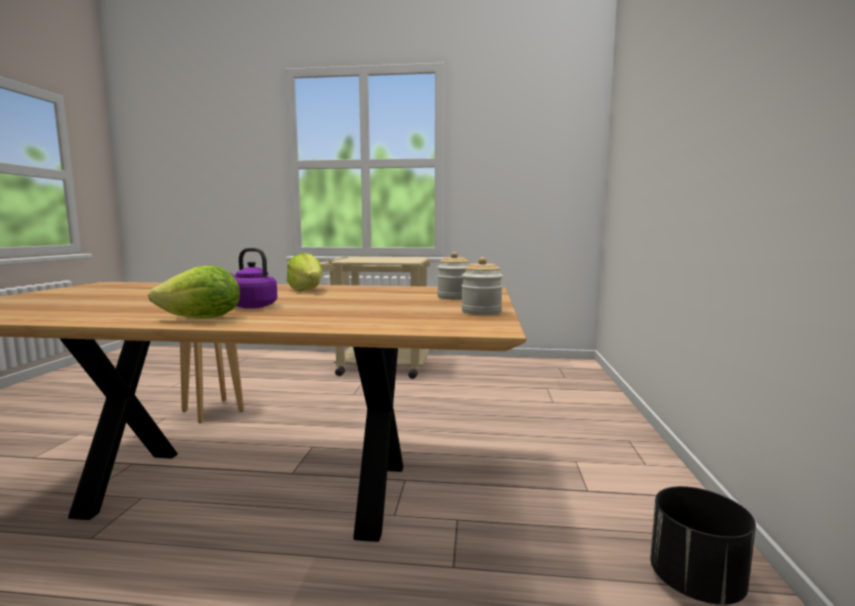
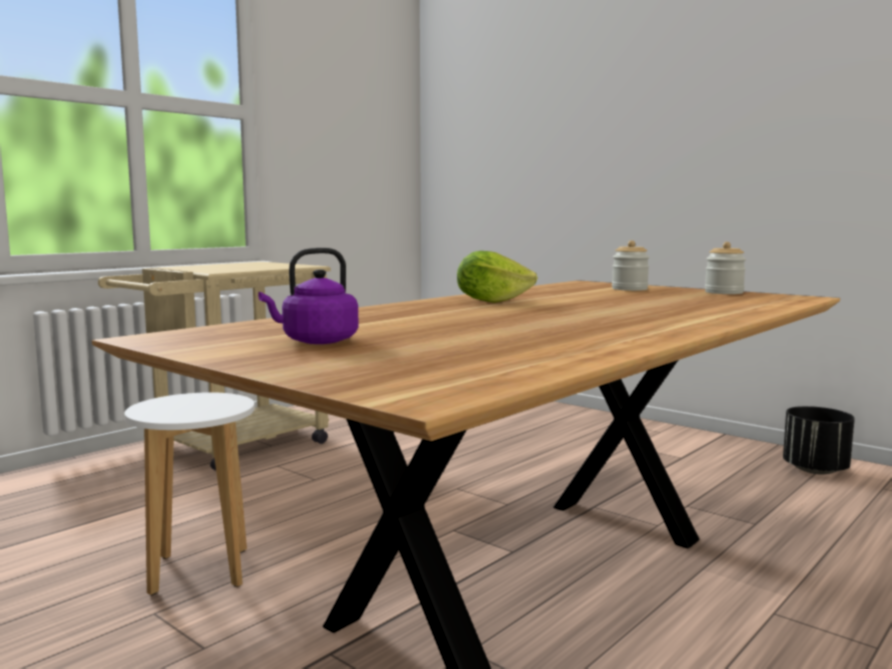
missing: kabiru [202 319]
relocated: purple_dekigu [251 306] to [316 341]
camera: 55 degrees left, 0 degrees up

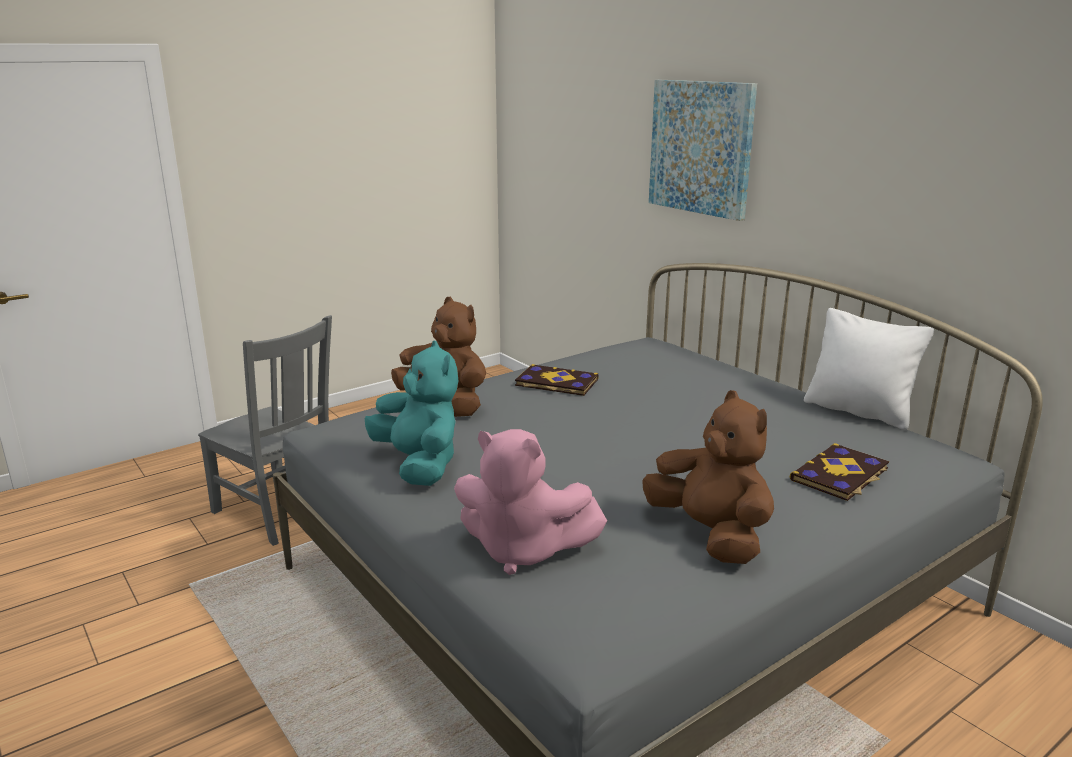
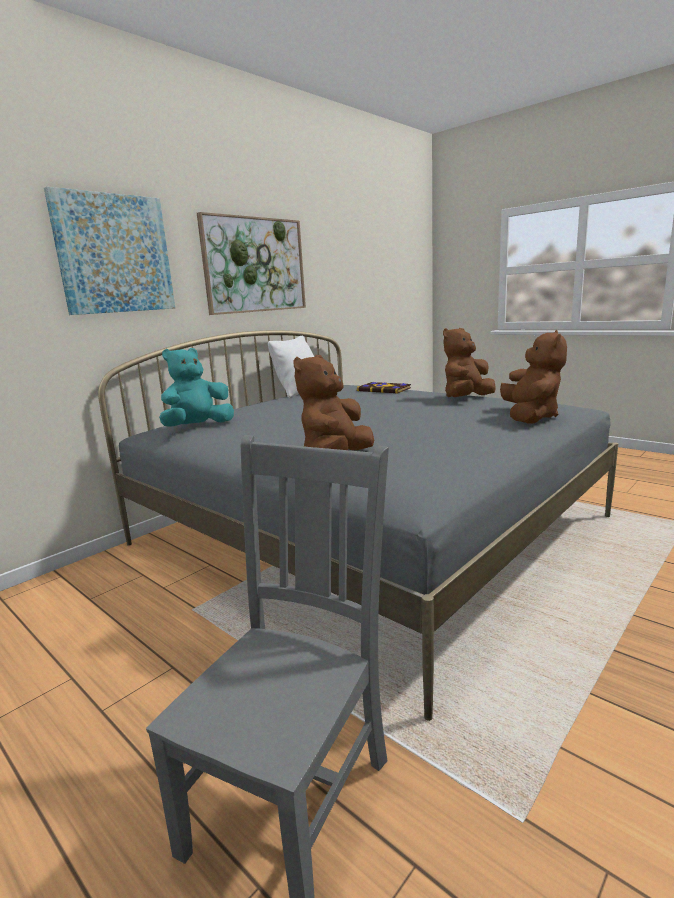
missing: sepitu [556 383]
appeared: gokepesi [255 265]
relocated: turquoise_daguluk [419 465] to [198 427]
colour: pink_daguluk [523 550] to brown_daguluk [530 417]
camera: 100 degrees left, 5 degrees down

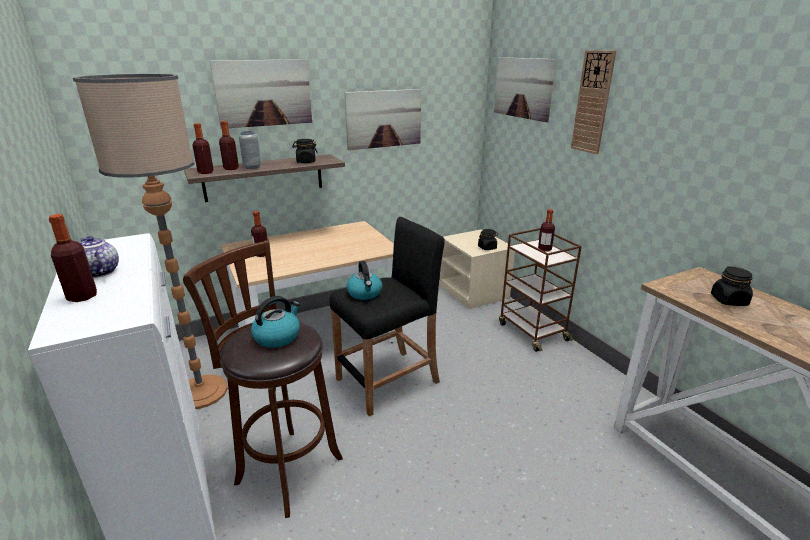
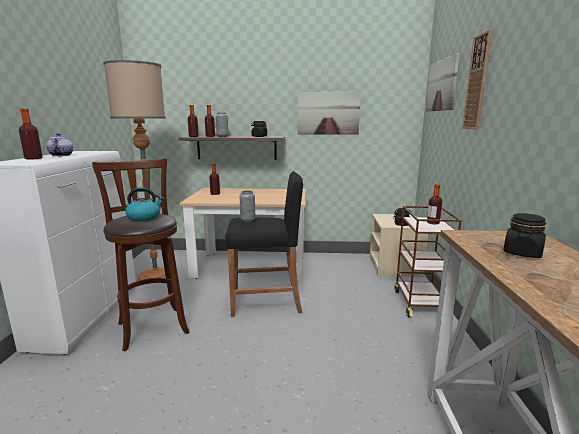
missing: gokepesi [264 93]
exchanged: dekigu [365 293] to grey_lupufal [248 220]
camera: 30 degrees right, 10 degrees down

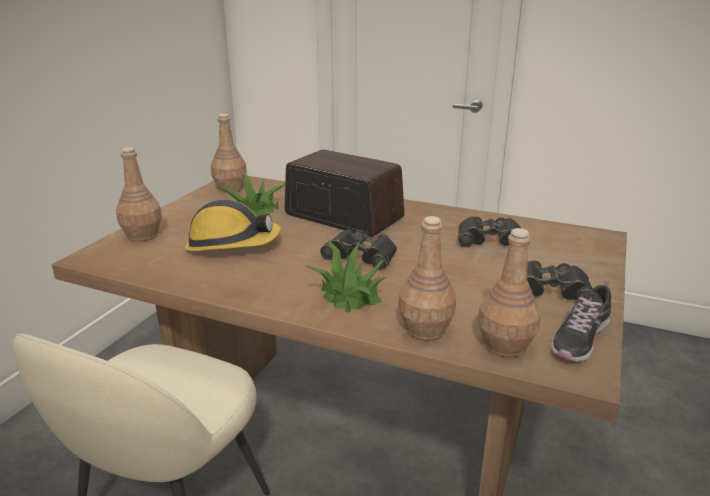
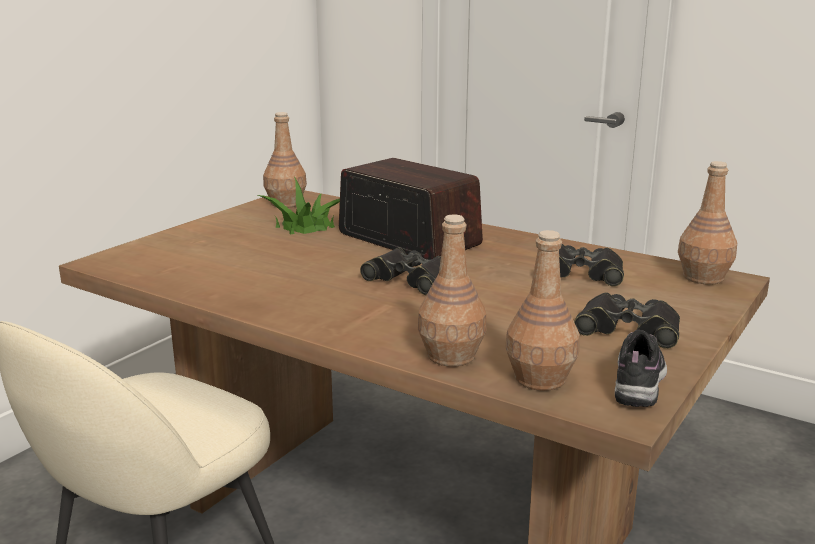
missing: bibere [232 244]; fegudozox [350 295]
relocated: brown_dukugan [143 235] to [704 278]
spun: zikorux [580 339] = [638 380] 150 degrees clockwise
camera: 10 degrees right, 5 degrees down

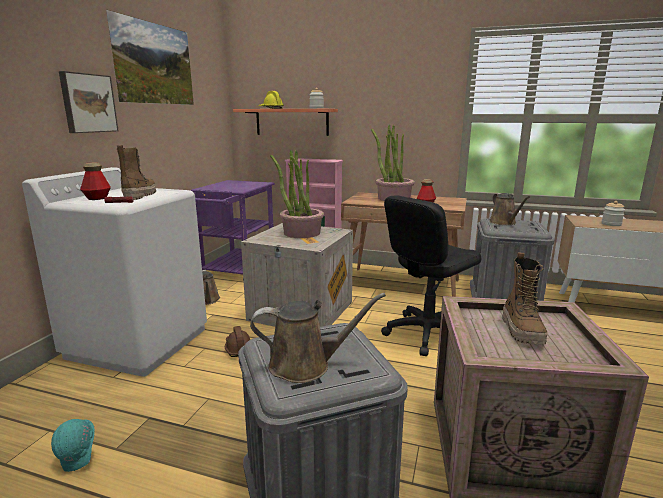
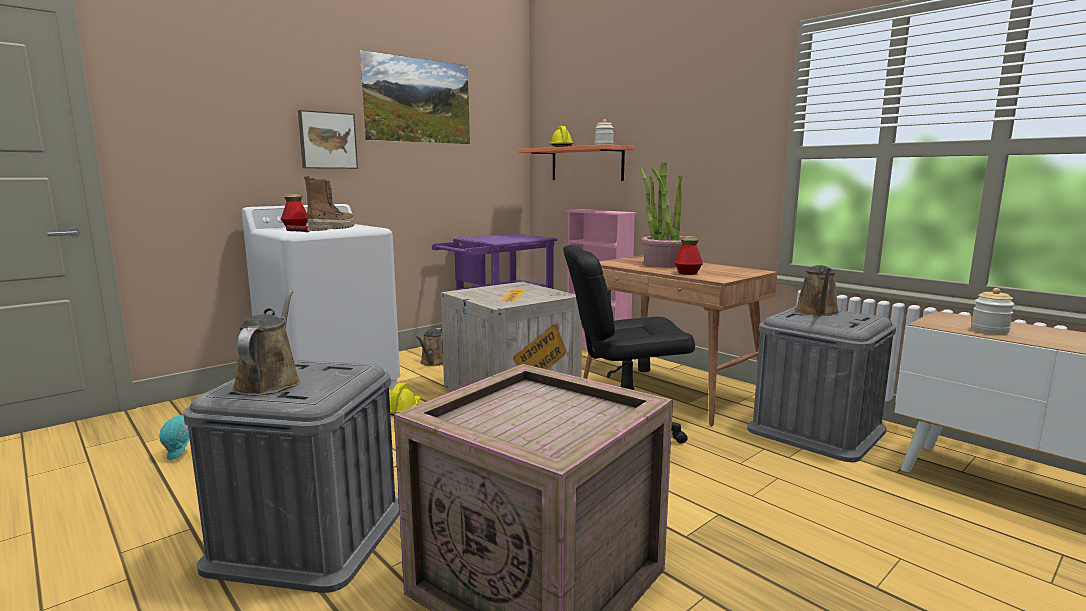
missing: fegudozox [301 233]; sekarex [522 331]
colour: brown_bibere [238 348] to yellow_bibere [403 409]
spun: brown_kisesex [306 365] = [270 382] 120 degrees counterclockwise
camera: 30 degrees right, 5 degrees down

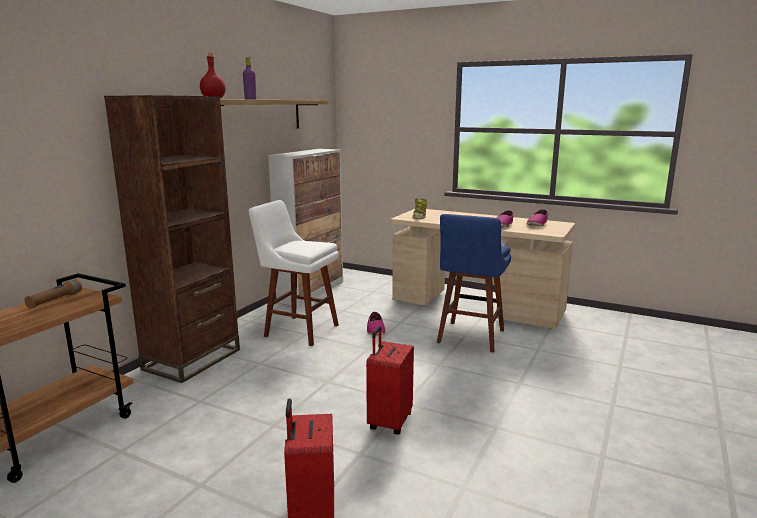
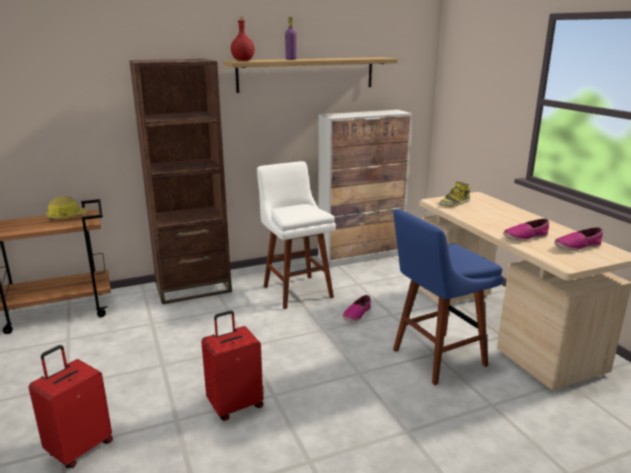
exchanged: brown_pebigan [55 300] to bibere [67 217]
camera: 40 degrees right, 5 degrees up

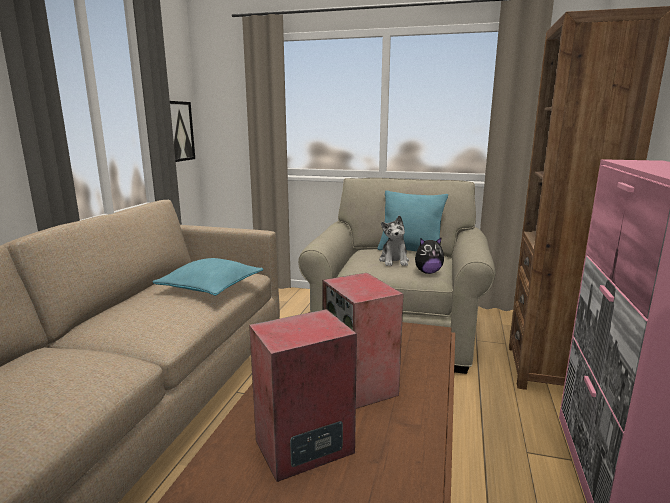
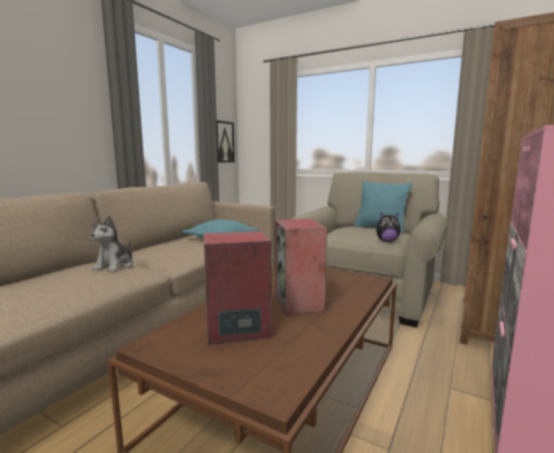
relocated: daguluk [394 261] to [115 266]
camera: 15 degrees right, 5 degrees down

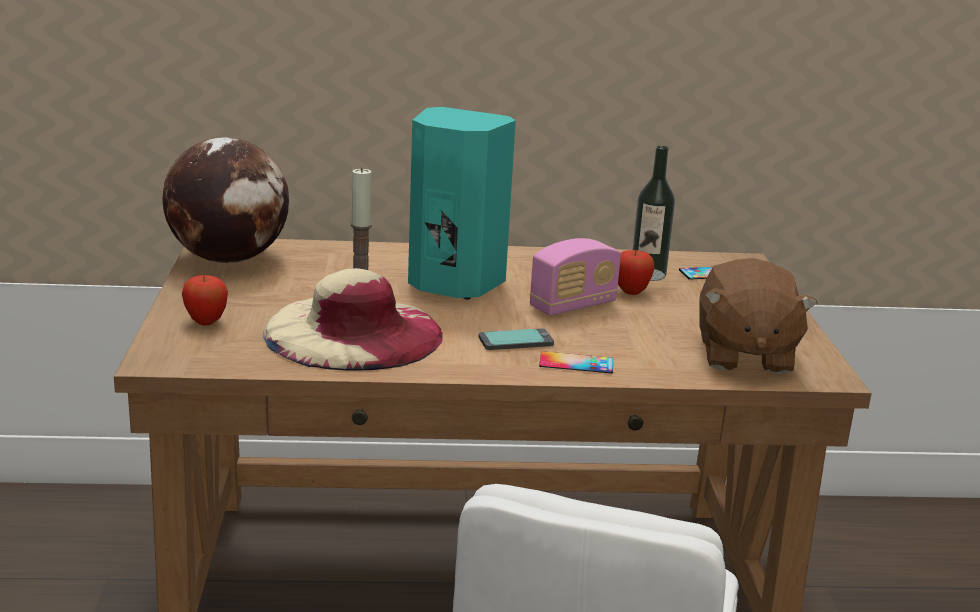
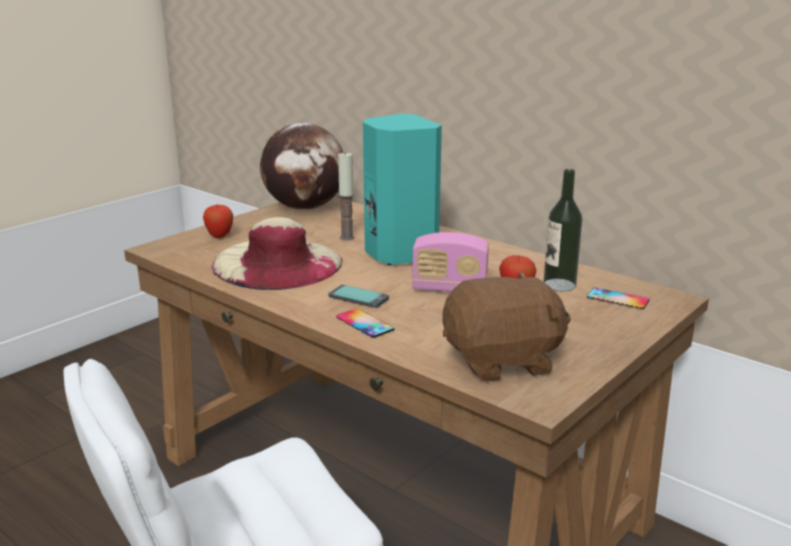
spun: brown_daguluk [743 355] = [502 361] 150 degrees counterclockwise
camera: 45 degrees right, 0 degrees up

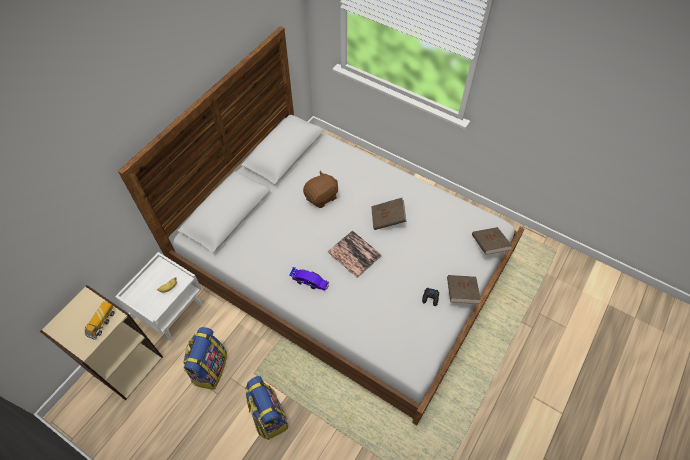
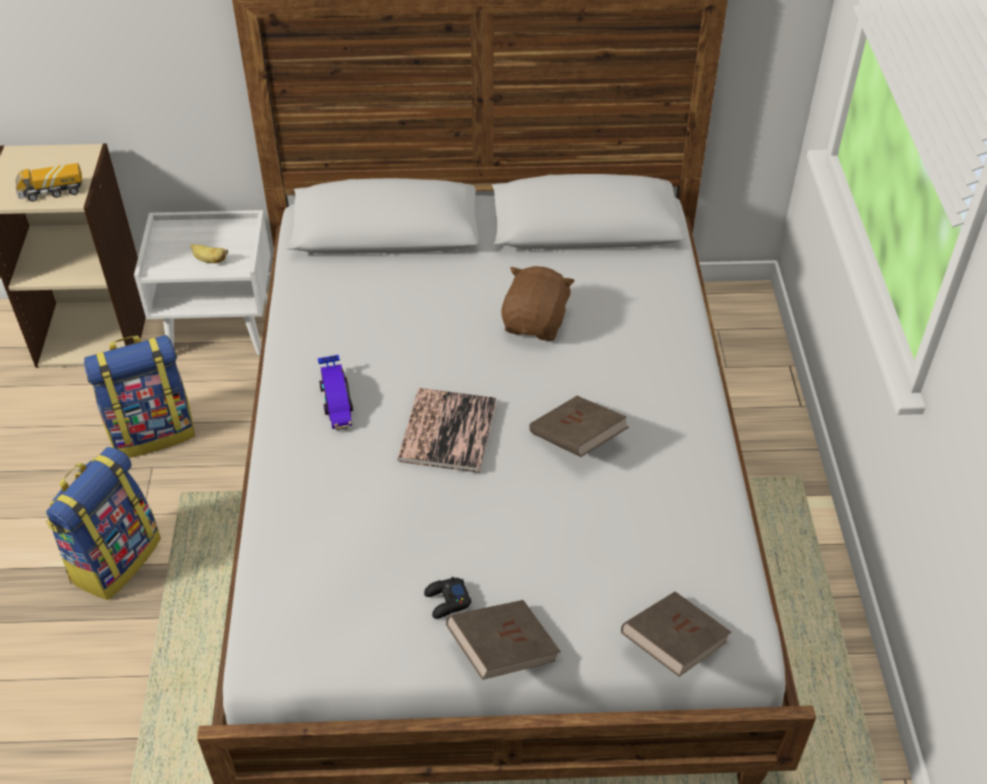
spun: brown_daguluk [322 197] = [536 323] 90 degrees counterclockwise
camera: 55 degrees right, 10 degrees down

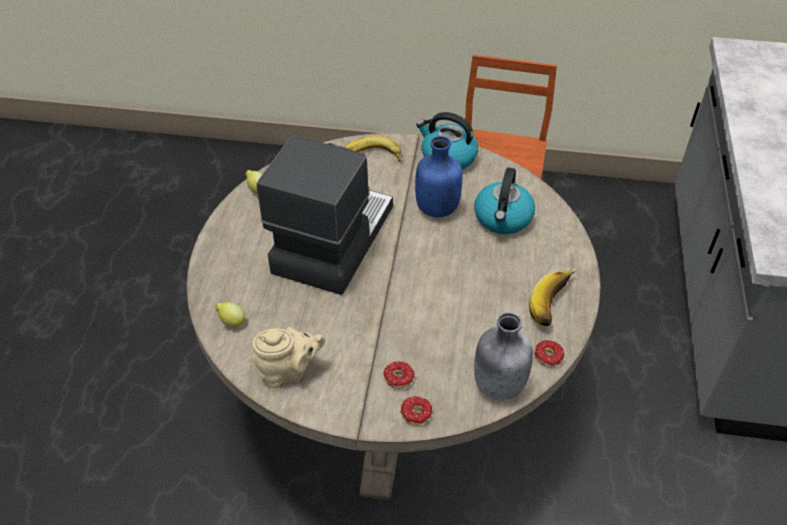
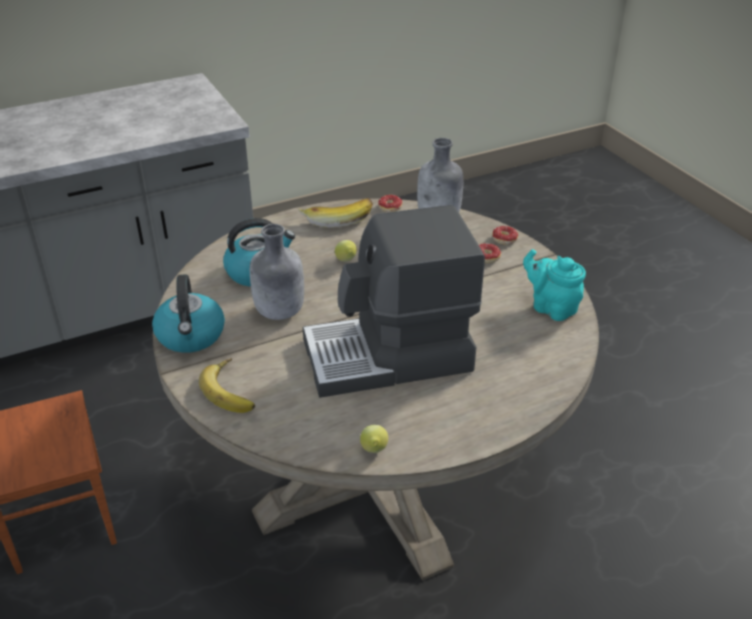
relocated: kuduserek [232 322] to [346 261]
colour: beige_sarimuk [288 372] to turquoise_sarimuk [551 307]; blue_dukugan [436 208] to grey_dukugan [279 312]
camera: 125 degrees left, 10 degrees down

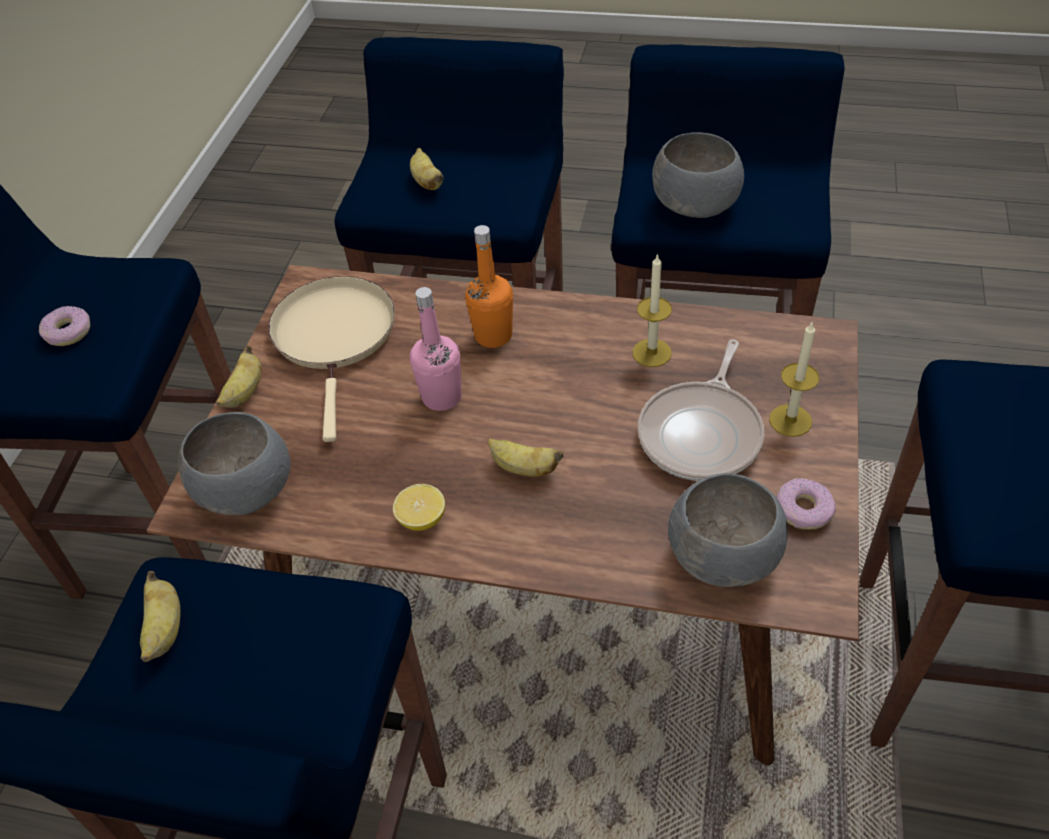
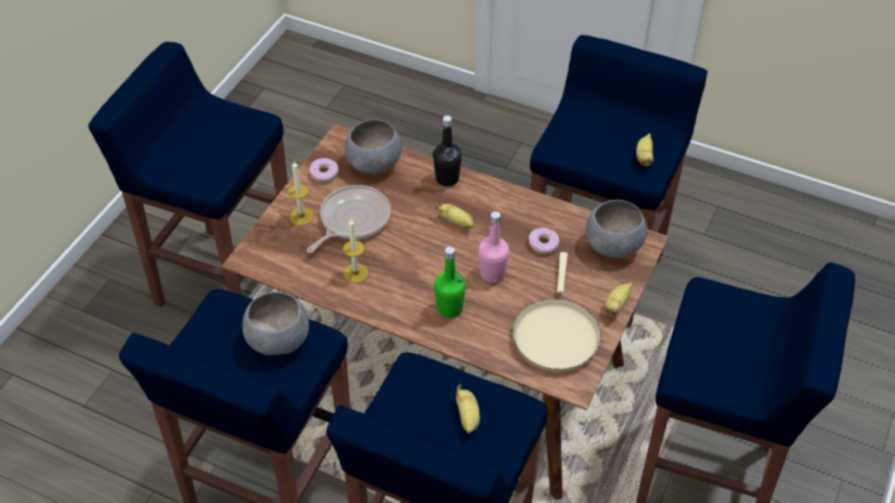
missing: kuduserek [422 519]
appeared: black_dukugan [447 179]
relocated: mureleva [68 332] to [543 244]
colour: orange_dukugan [493 335] to green_dukugan [449 309]
camera: 170 degrees left, 0 degrees up

